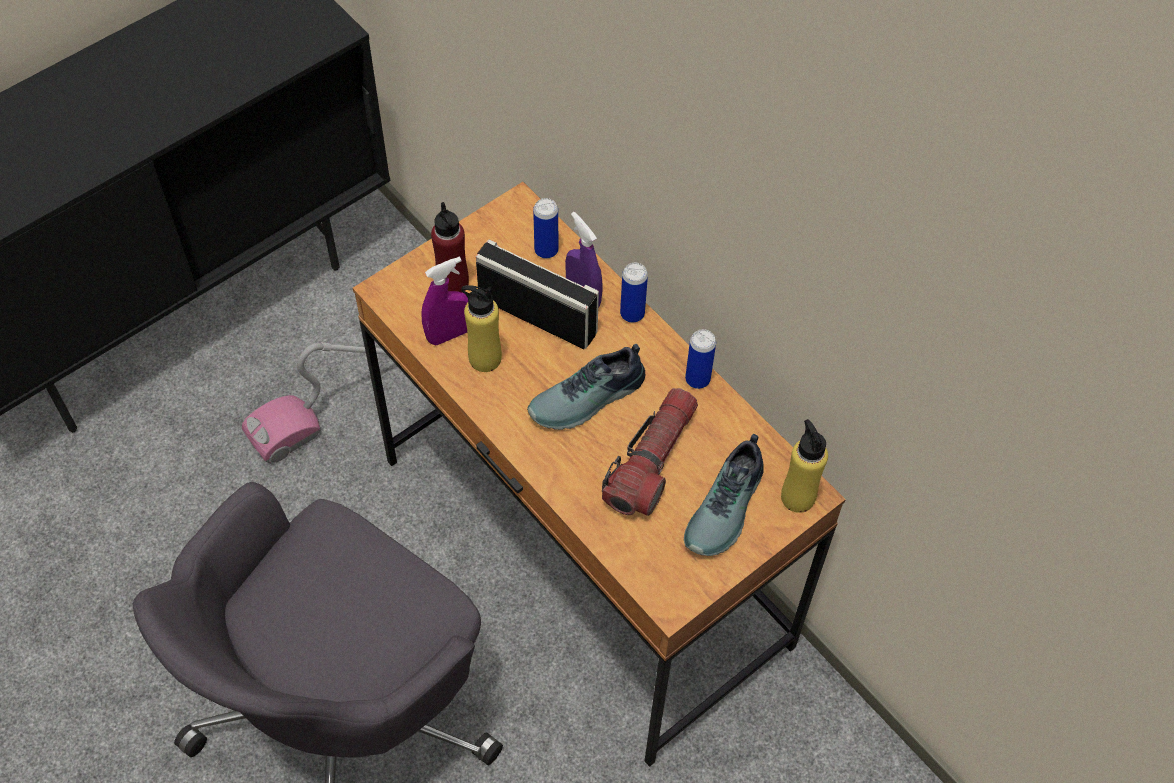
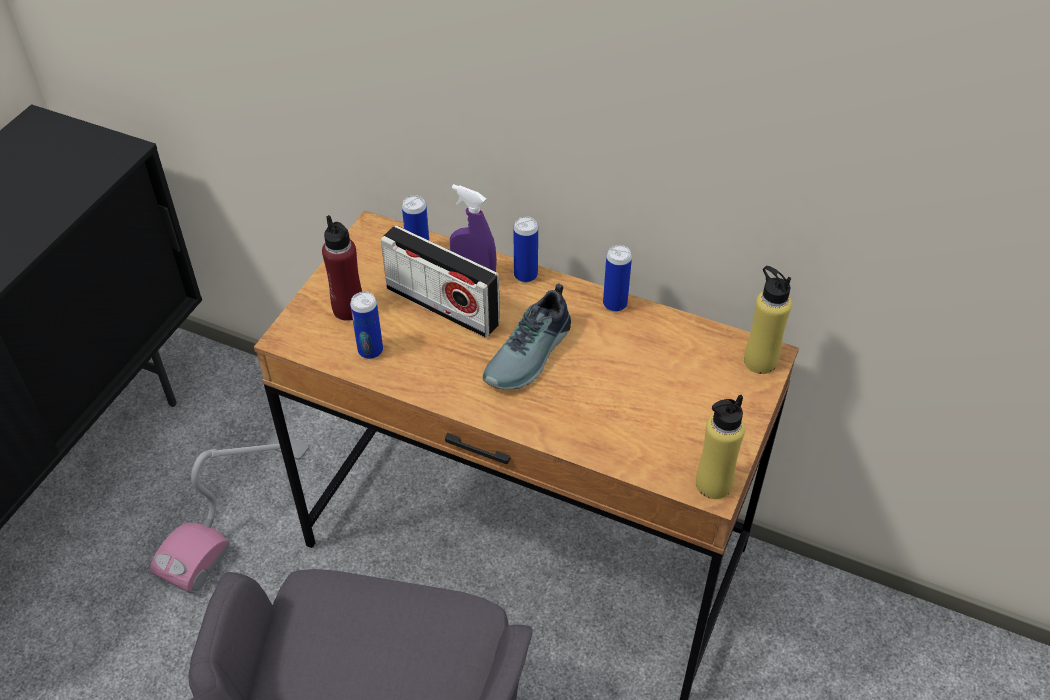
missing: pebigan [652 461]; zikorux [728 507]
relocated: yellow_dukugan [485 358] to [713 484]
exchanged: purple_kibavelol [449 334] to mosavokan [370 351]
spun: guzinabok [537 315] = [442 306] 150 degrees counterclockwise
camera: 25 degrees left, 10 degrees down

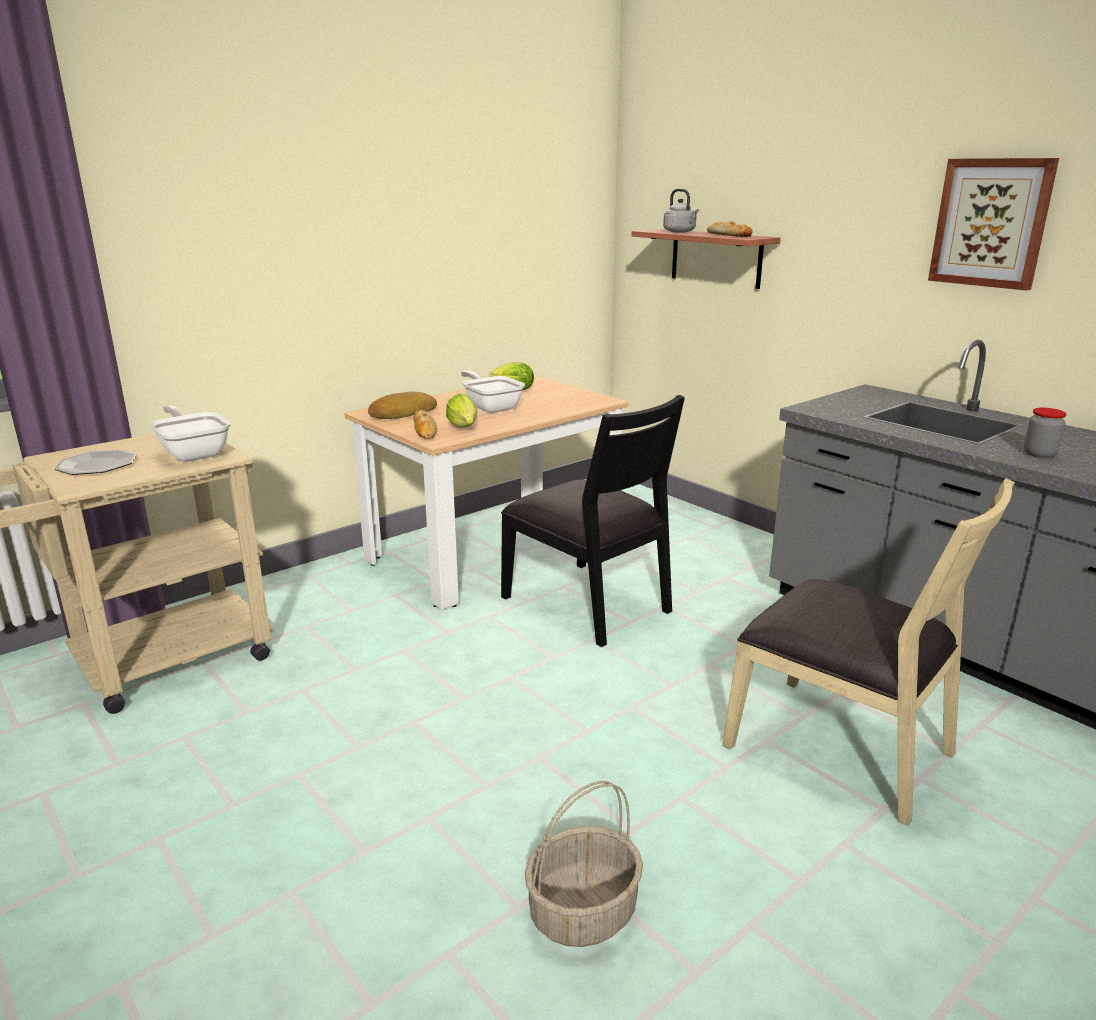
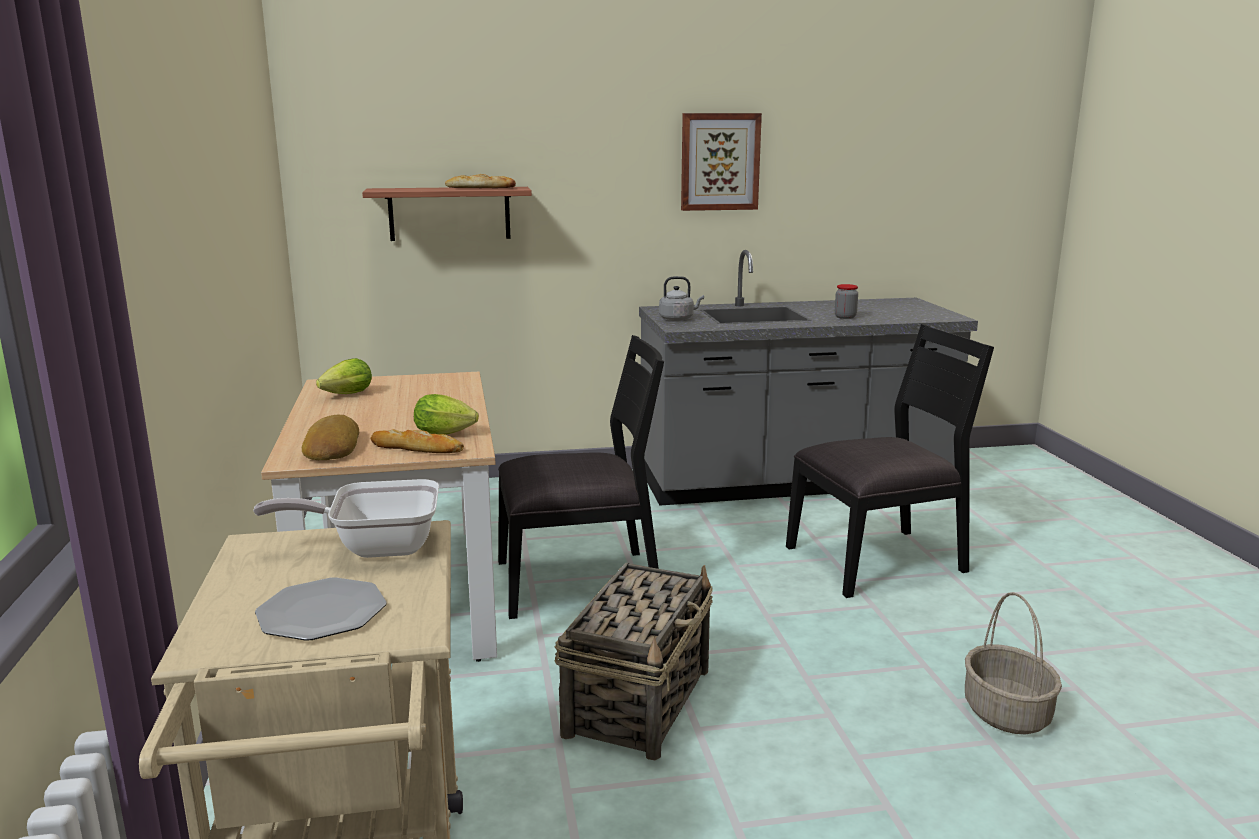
missing: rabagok [491 407]
appeared: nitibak [639 700]
relocated: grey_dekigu [680 232] to [678 319]
colour: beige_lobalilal [841 747] to black_lobalilal [878 560]
camera: 60 degrees left, 5 degrees down

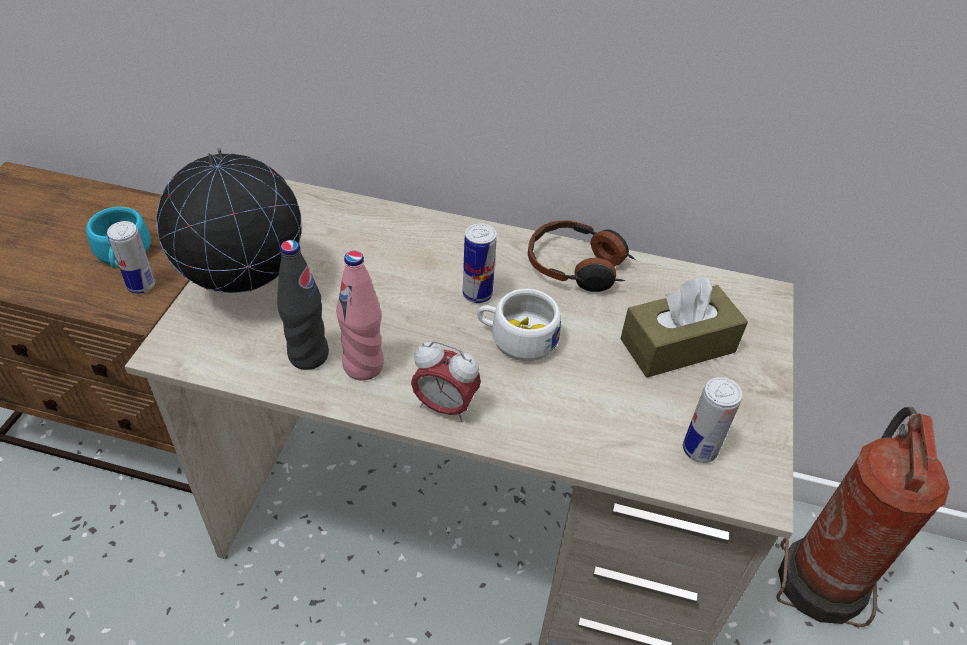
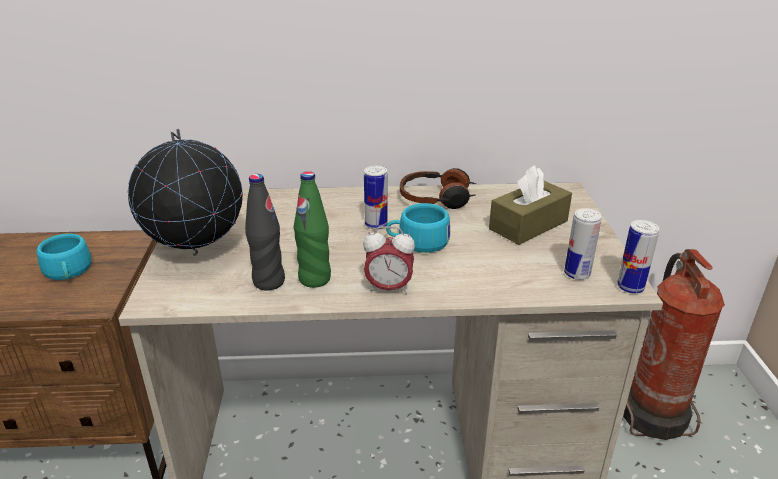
relocated: mosavokan [141 285] to [630 287]
colour: pink_dukugan [363 366] to green_dukugan [315 279]; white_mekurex [516 338] to turquoise_mekurex [417 242]
camera: 15 degrees left, 15 degrees down

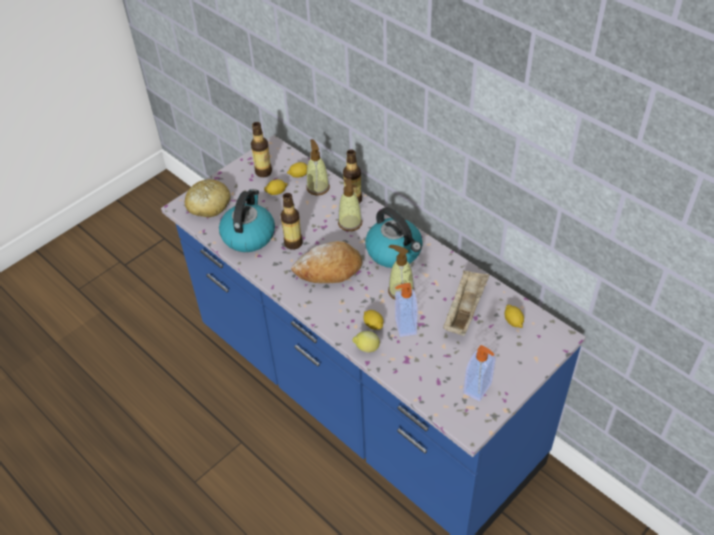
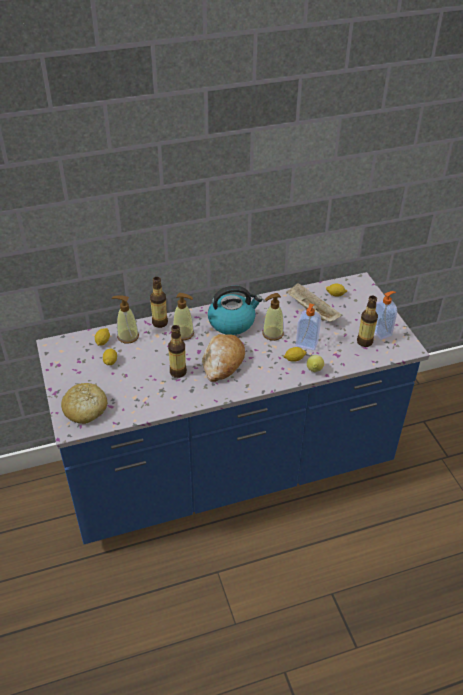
missing: dekigu [248 235]
relocated: dukugan [263 172] to [364 342]
camera: 65 degrees left, 5 degrees down

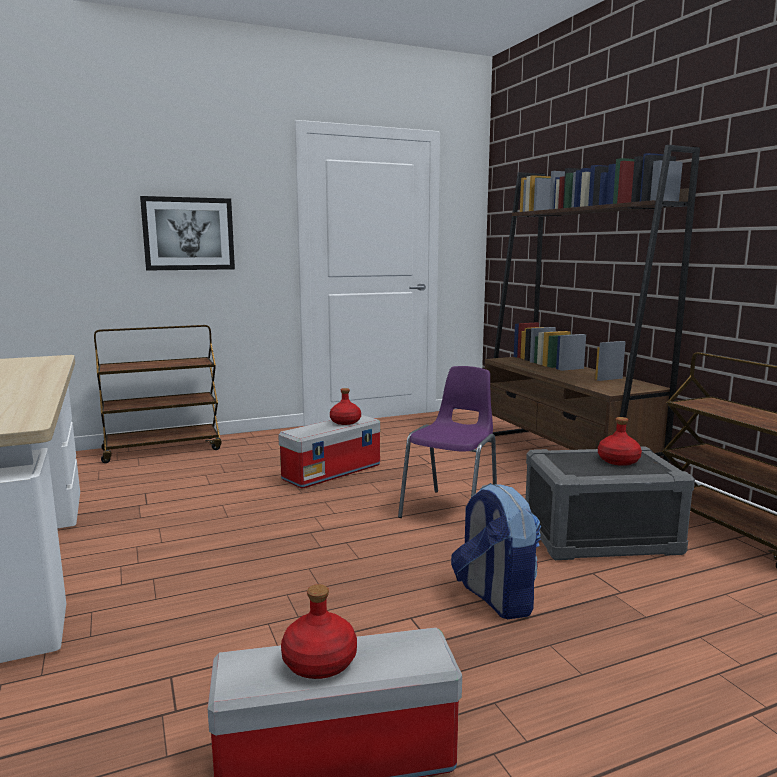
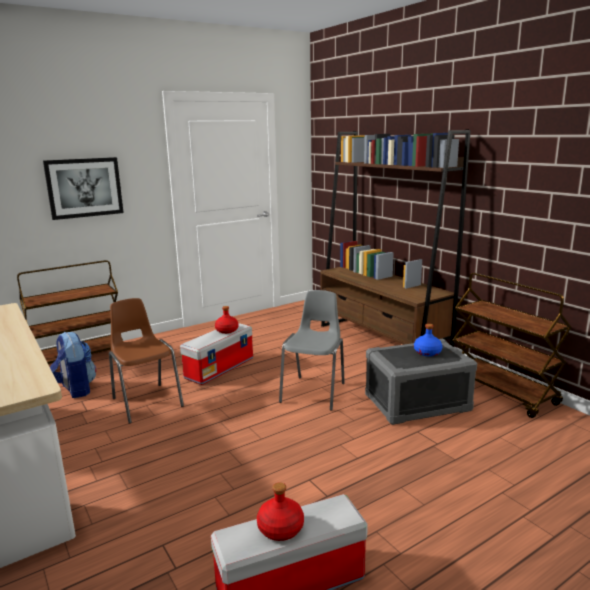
appeared: brown_lobalilal [146 402]
relocated: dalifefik [495 598] to [75 389]
colour: purple_lobalilal [451 510] to grey_lobalilal [314 392]; red_dukugan [618 461] to blue_dukugan [427 352]
camera: 10 degrees left, 5 degrees up

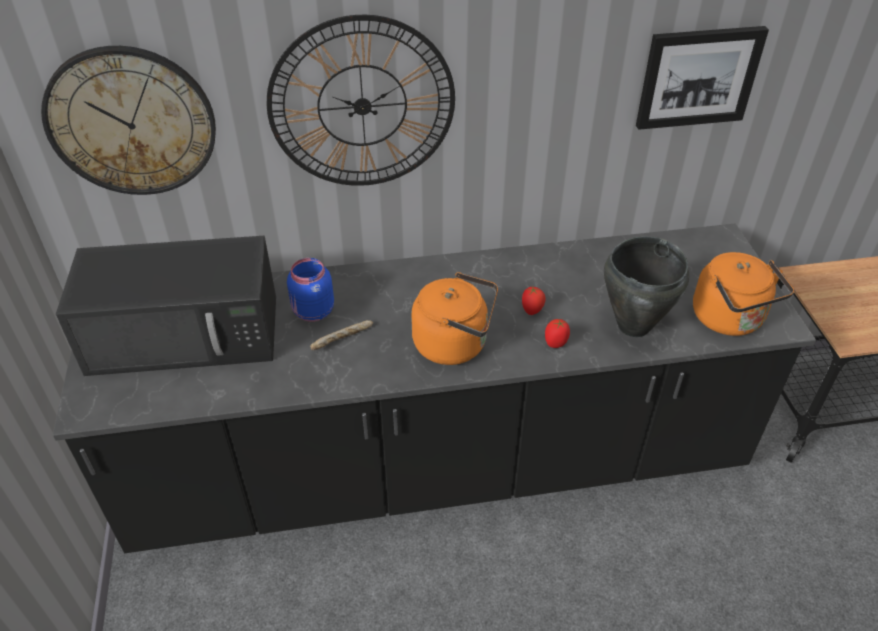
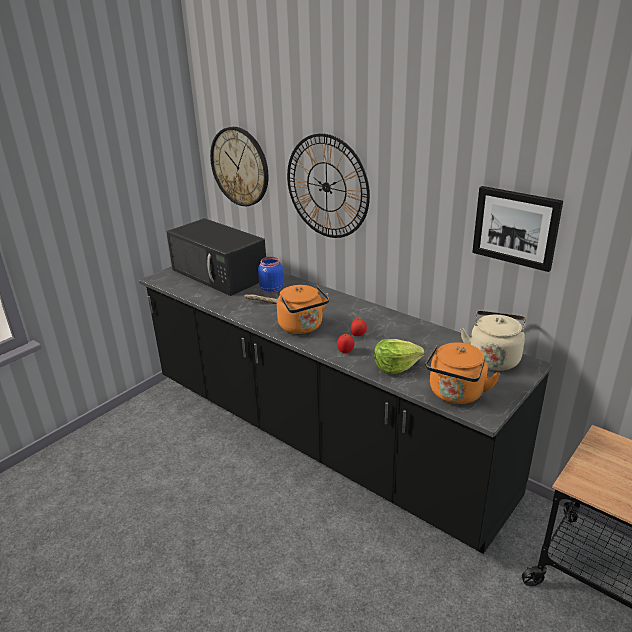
appeared: beige_dekigu [493 358]
exchanged: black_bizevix [632 326] to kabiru [395 366]
camera: 50 degrees right, 15 degrees down

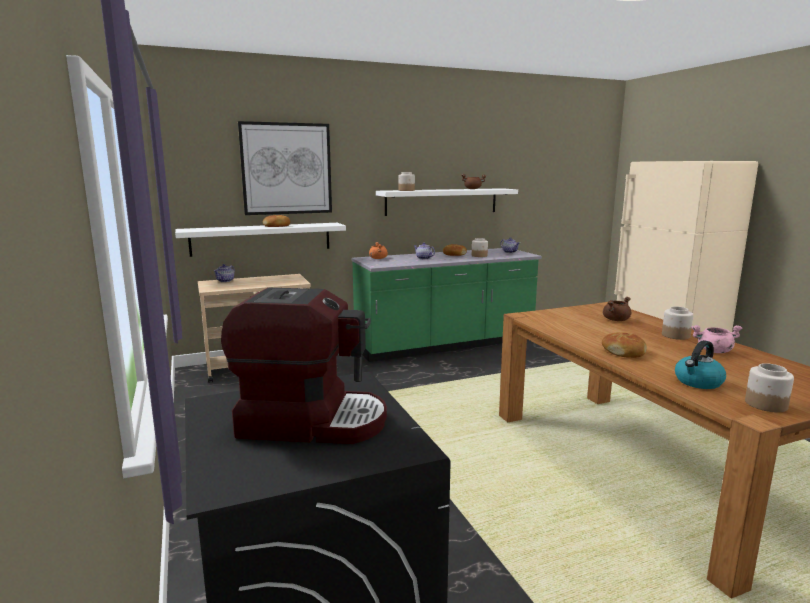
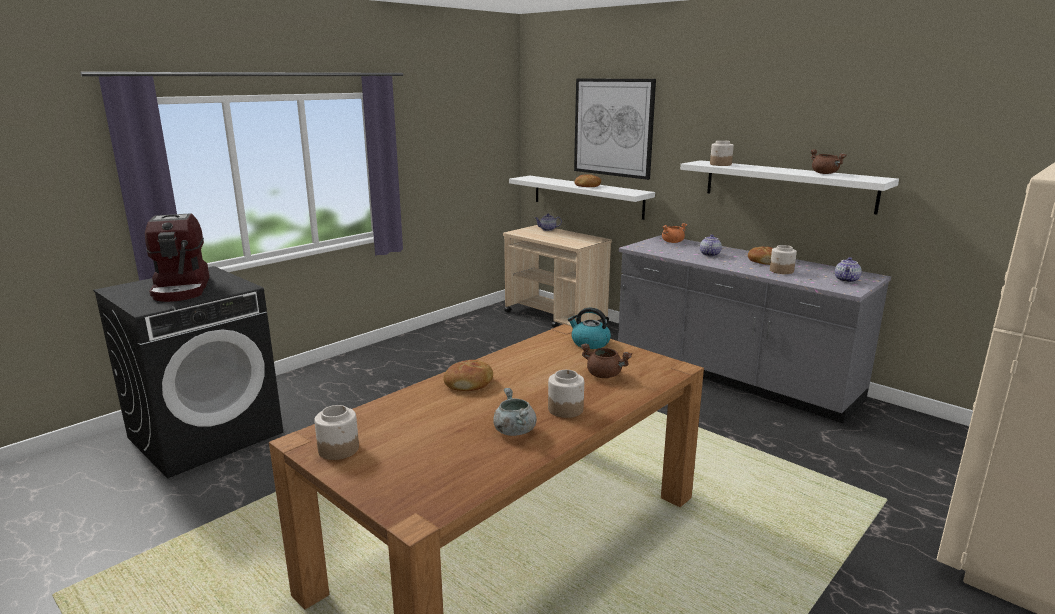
relocated: dekigu [698 382] to [589 343]
colour: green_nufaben [445 345] to grey_nufaben [731 376]; pink_bizevix [714 351] to grey_bizevix [514 430]
camera: 65 degrees right, 5 degrees up

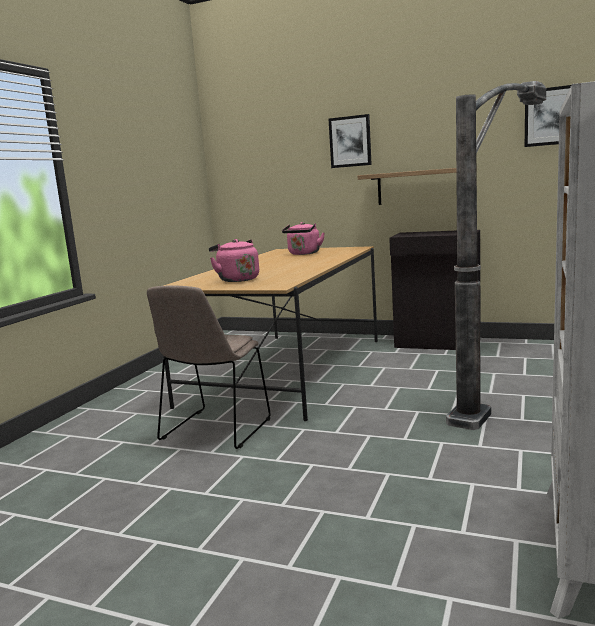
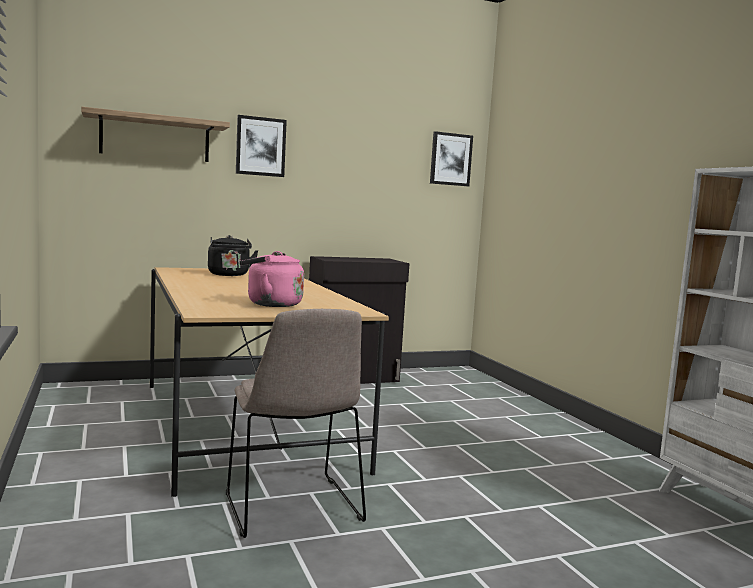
missing: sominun [502 381]
relocated: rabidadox [420 186] to [155 138]
colour: pink_dekigu [303 254] to black_dekigu [229 275]
camera: 45 degrees left, 5 degrees down

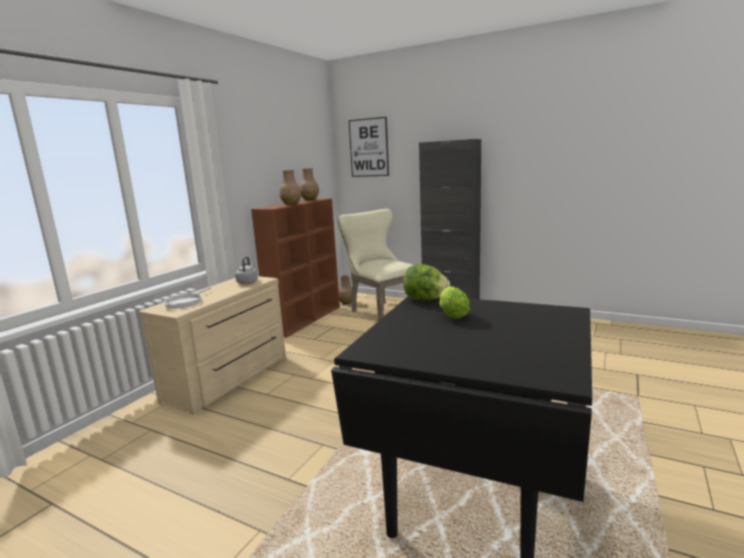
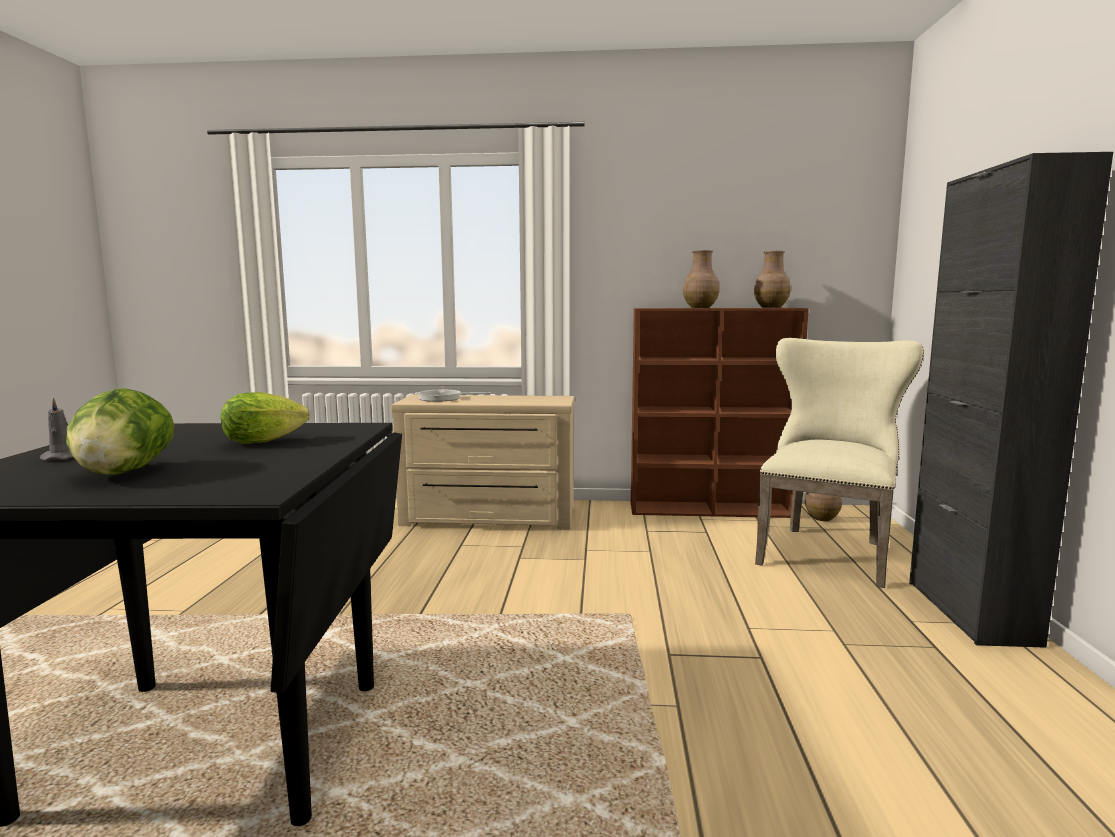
missing: grey_dekigu [248 282]; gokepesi [369 147]
appeared: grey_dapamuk [62 457]
relocated: kabiru [425 299] to [124 472]
camera: 65 degrees right, 5 degrees down

